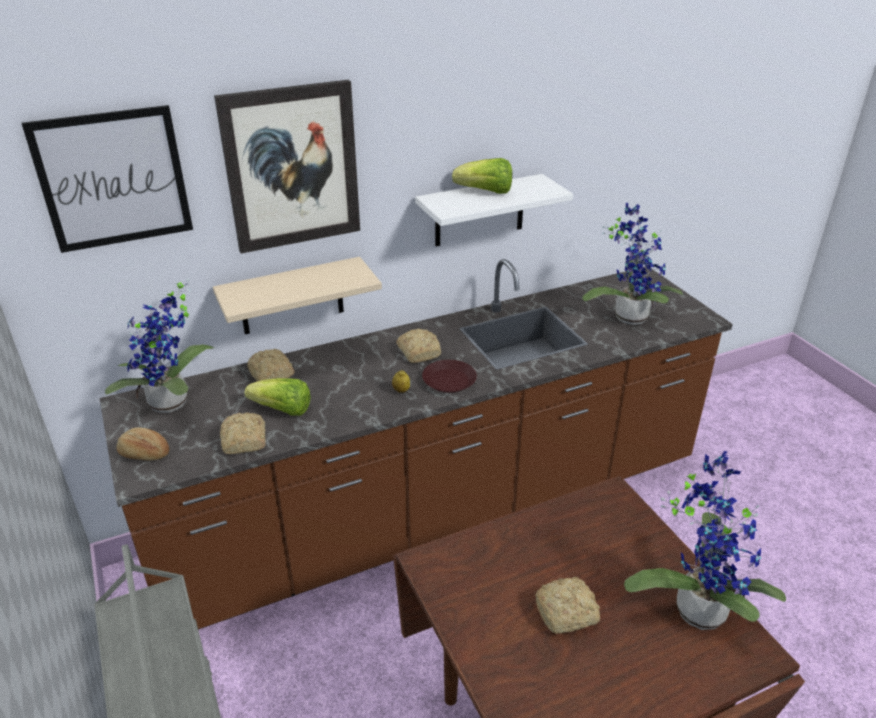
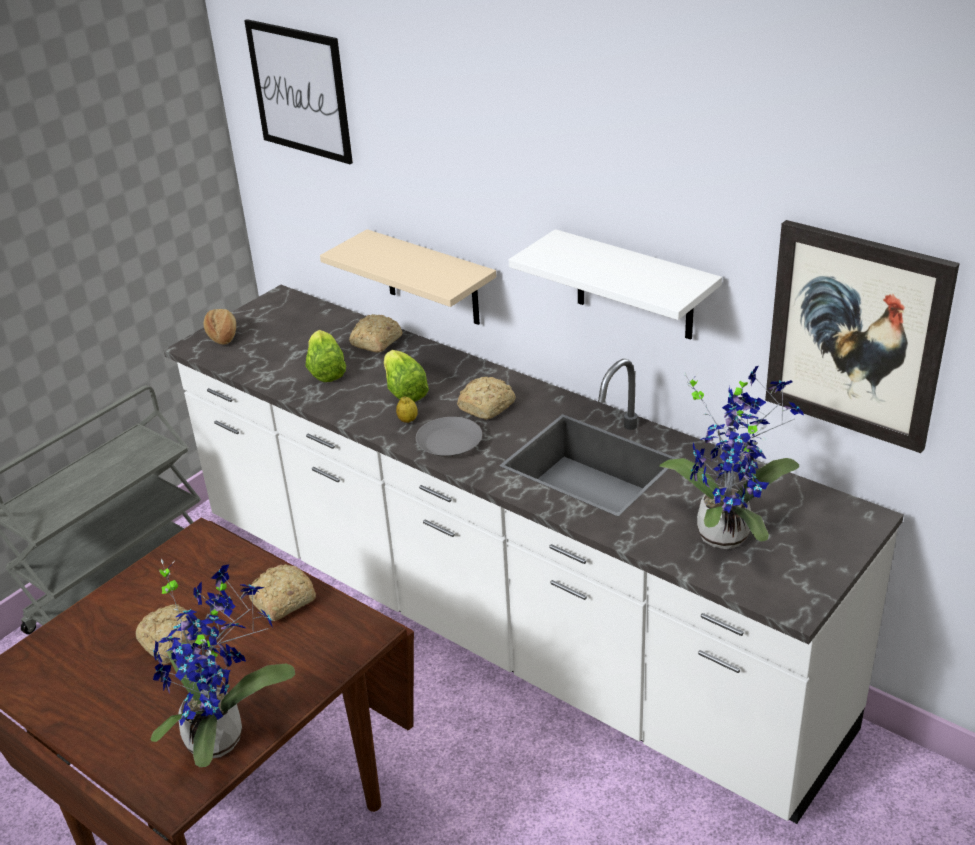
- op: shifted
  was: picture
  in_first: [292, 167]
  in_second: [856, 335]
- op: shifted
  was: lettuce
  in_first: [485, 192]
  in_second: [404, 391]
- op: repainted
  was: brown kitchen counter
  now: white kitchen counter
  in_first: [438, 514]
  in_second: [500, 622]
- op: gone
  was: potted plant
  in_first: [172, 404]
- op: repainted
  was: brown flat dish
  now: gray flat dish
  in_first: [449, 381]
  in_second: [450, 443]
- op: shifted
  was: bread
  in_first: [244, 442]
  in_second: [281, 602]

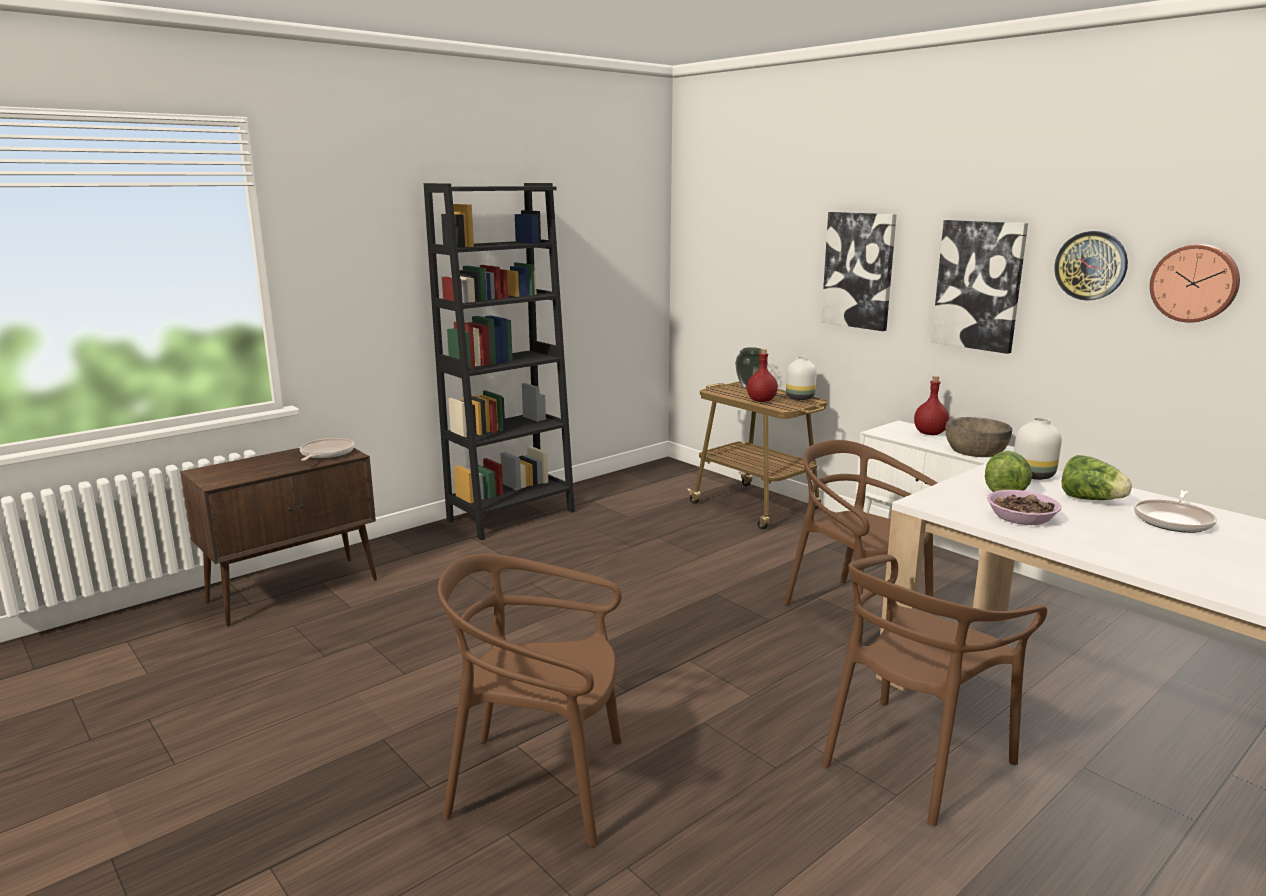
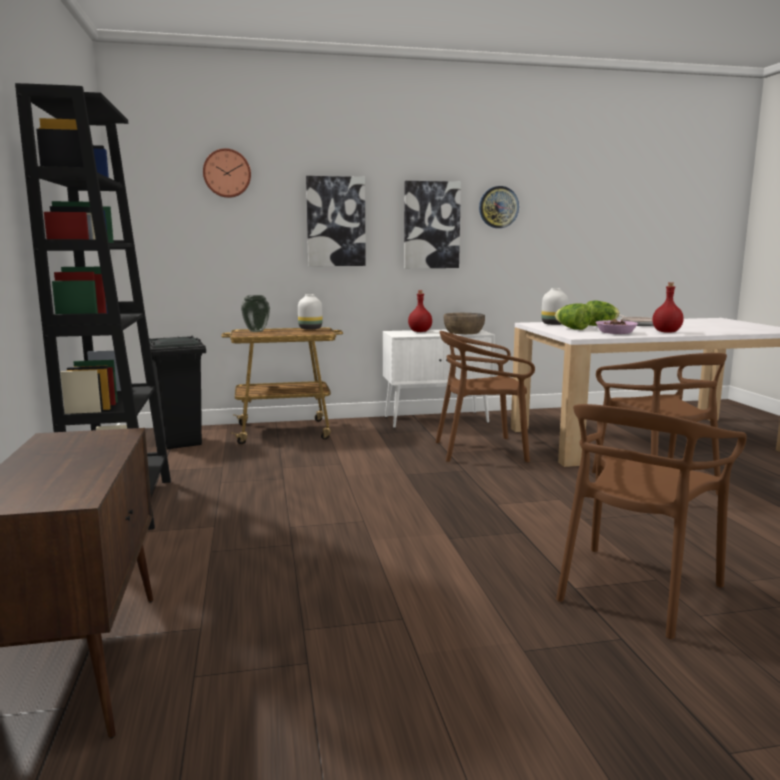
- op: shifted
  was: wall clock
  in_first: [1195, 283]
  in_second: [227, 173]
- op: shifted
  was: reddish beverage bottle
  in_first: [762, 400]
  in_second: [666, 332]
- op: gone
  was: pan
  in_first: [326, 454]
- op: new
  now: blackish trash can
  in_second: [182, 443]

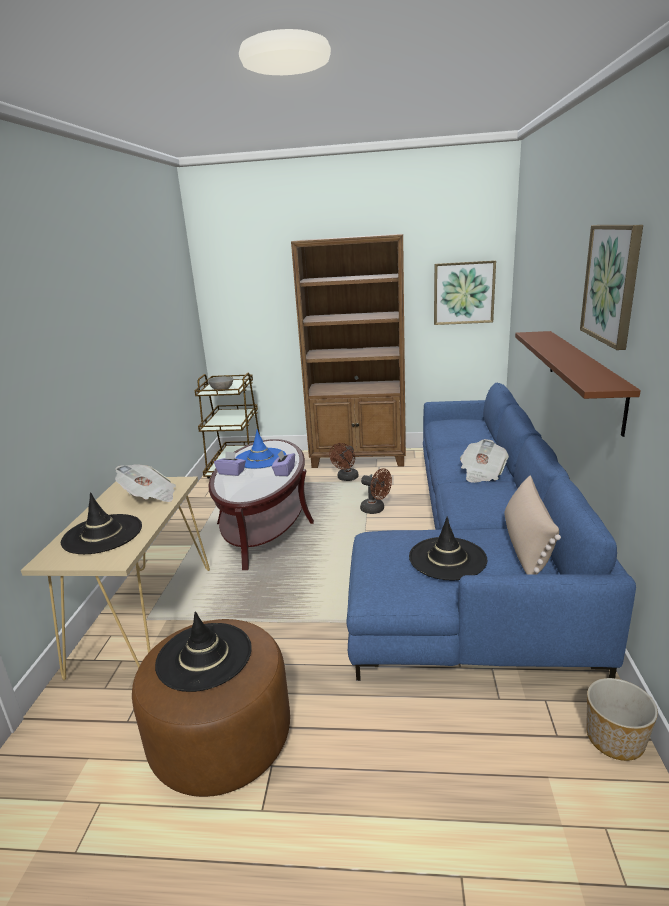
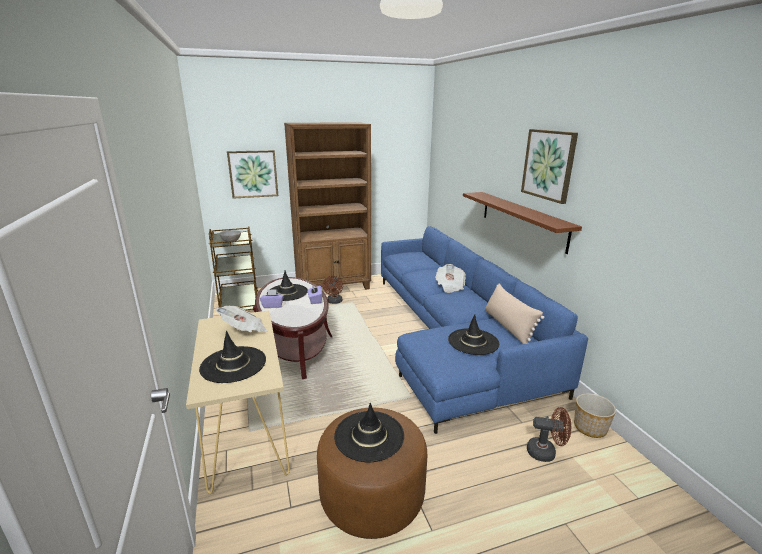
- op: shifted
  was: picture
  in_first: [463, 293]
  in_second: [253, 174]
- op: repainted
  was: bluish hat
  now: blackish hat
  in_first: [260, 458]
  in_second: [287, 292]
- op: shifted
  was: brown fan
  in_first: [376, 510]
  in_second: [546, 452]

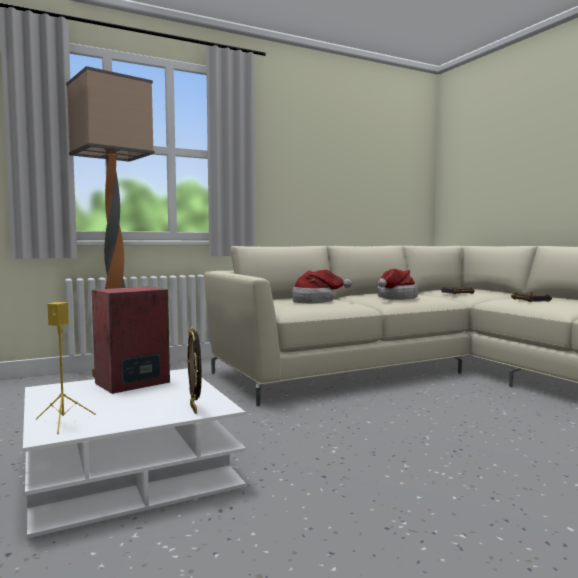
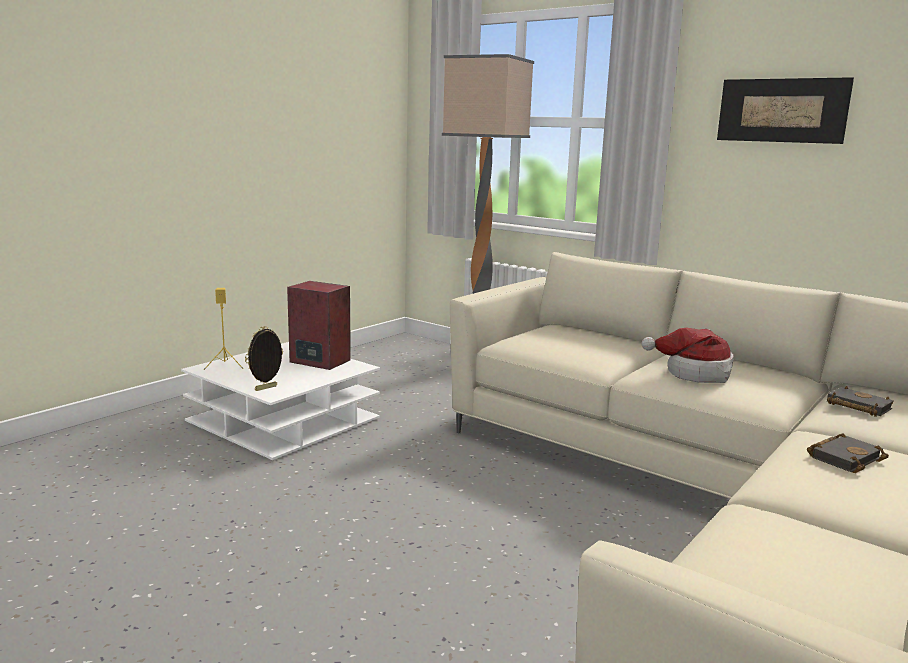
- op: gone
  was: hat
  in_first: [315, 301]
- op: new
  now: picture
  in_second: [781, 110]

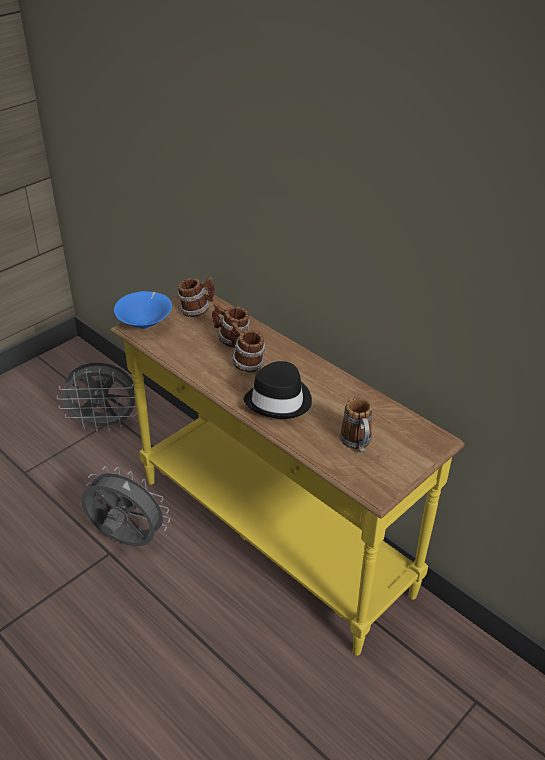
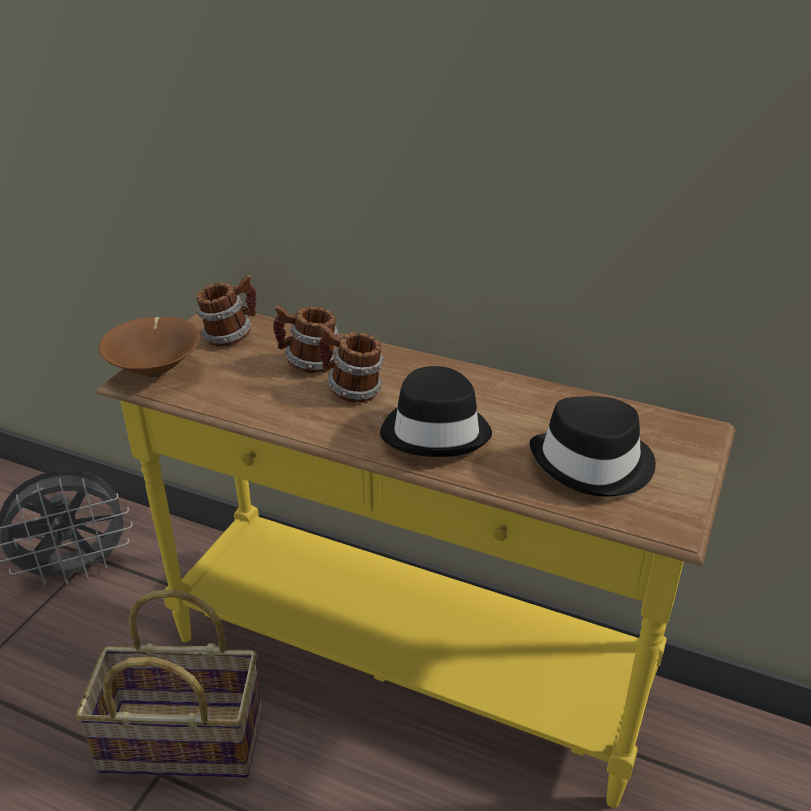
- op: repainted
  was: bluish serving bowl
  now: brown serving bowl
  in_first: [146, 324]
  in_second: [156, 370]
- op: swapped
  was: tea mug
  now: blackish hat
  in_first: [357, 444]
  in_second: [593, 464]
- op: swapped
  was: gray fan
  now: storage basket
  in_first: [126, 540]
  in_second: [181, 742]

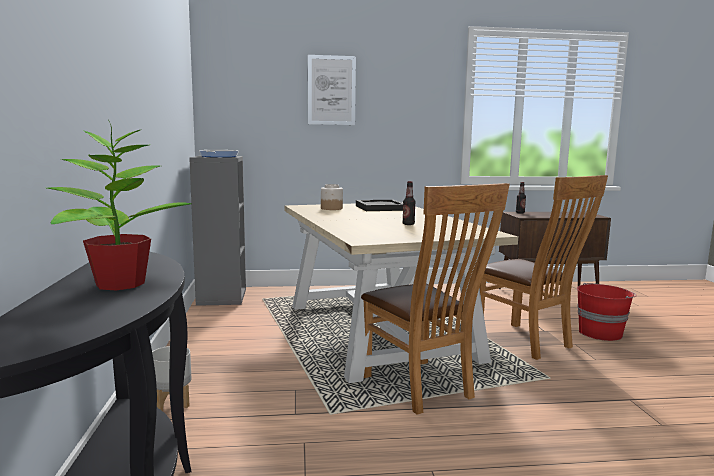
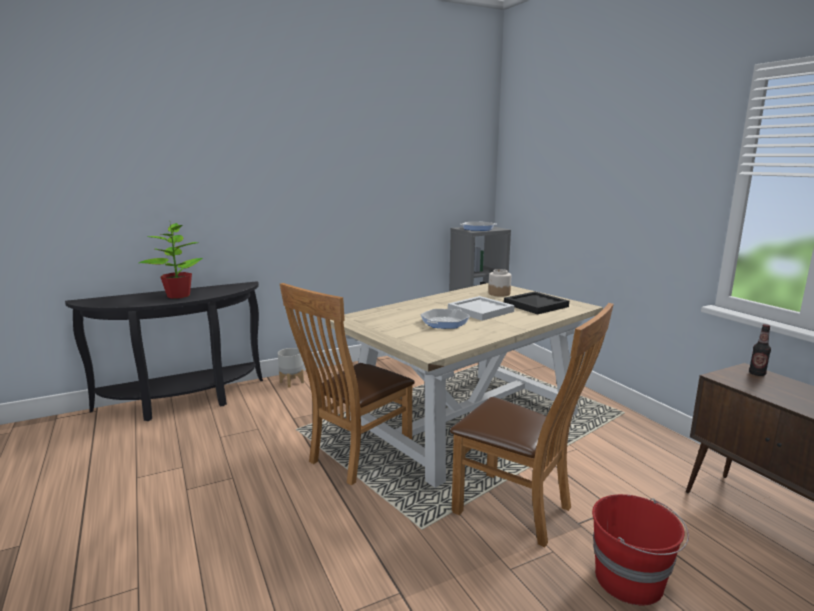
- op: gone
  was: picture
  in_first: [331, 90]
- op: rotated
  was: brown chair
  in_first: [527, 342]
  in_second: [519, 510]
  clockwise: -90
- op: swapped
  was: beverage bottle
  now: pan
  in_first: [408, 224]
  in_second: [444, 322]
- op: new
  now: white serving tray
  in_second: [479, 310]

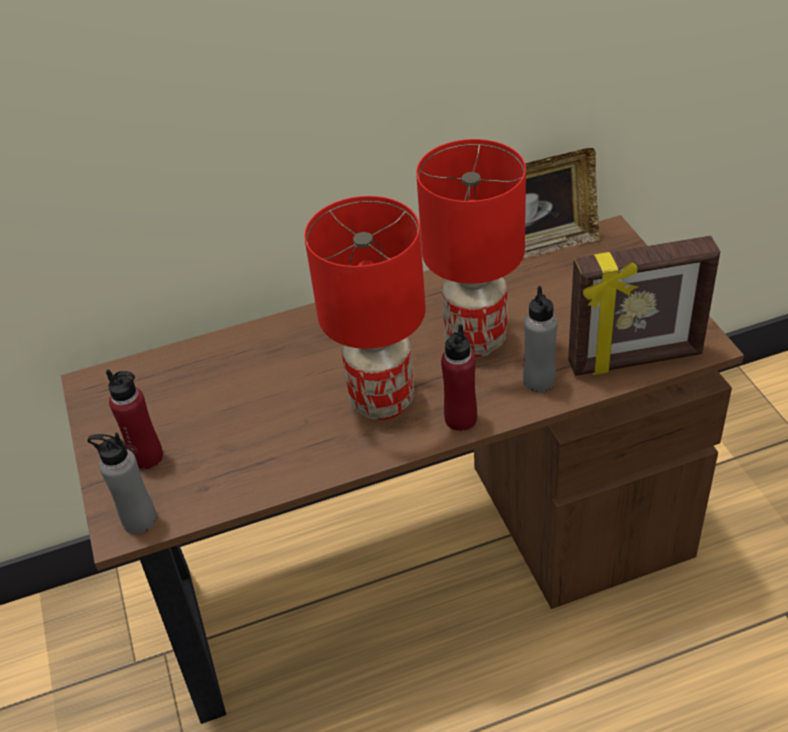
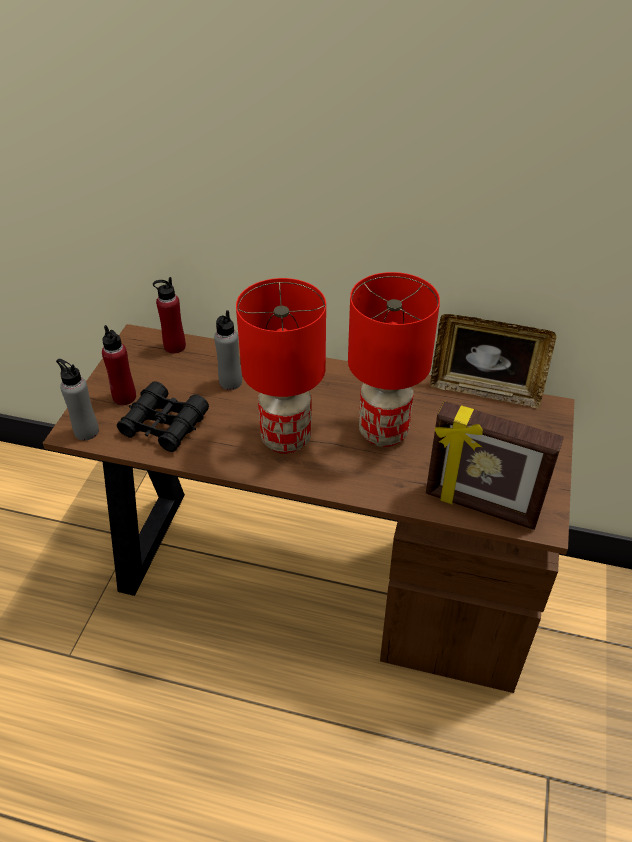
- op: shifted
  was: gray beverage bottle
  in_first: [539, 381]
  in_second: [230, 382]
- op: shifted
  was: reddish beverage bottle
  in_first: [460, 419]
  in_second: [174, 346]
- op: new
  now: blackish pair of binoculars
  in_second: [164, 425]

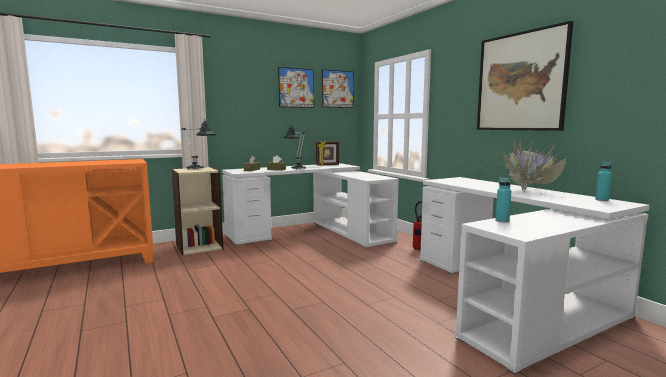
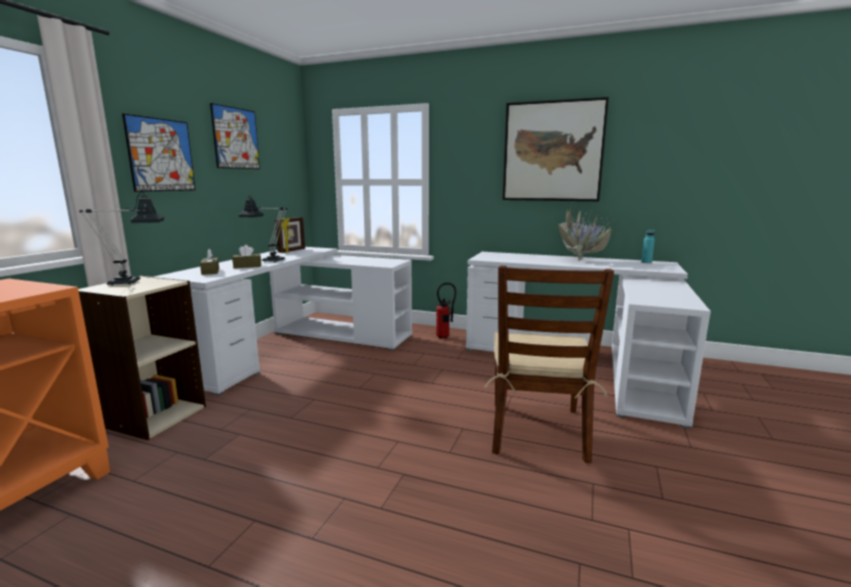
- op: shifted
  was: picture
  in_first: [337, 89]
  in_second: [161, 155]
- op: gone
  was: turquoise-coloured beverage bottle
  in_first: [502, 221]
- op: new
  now: brown chair
  in_second: [537, 431]

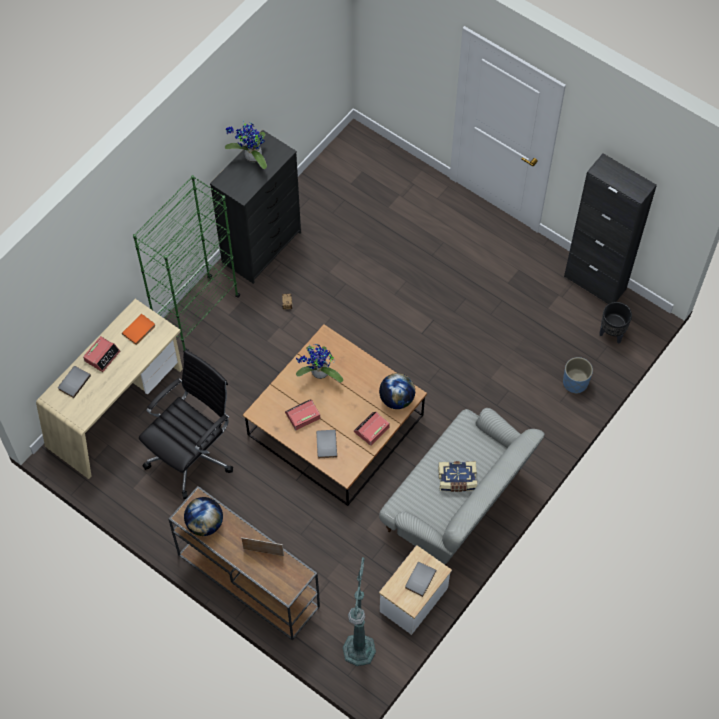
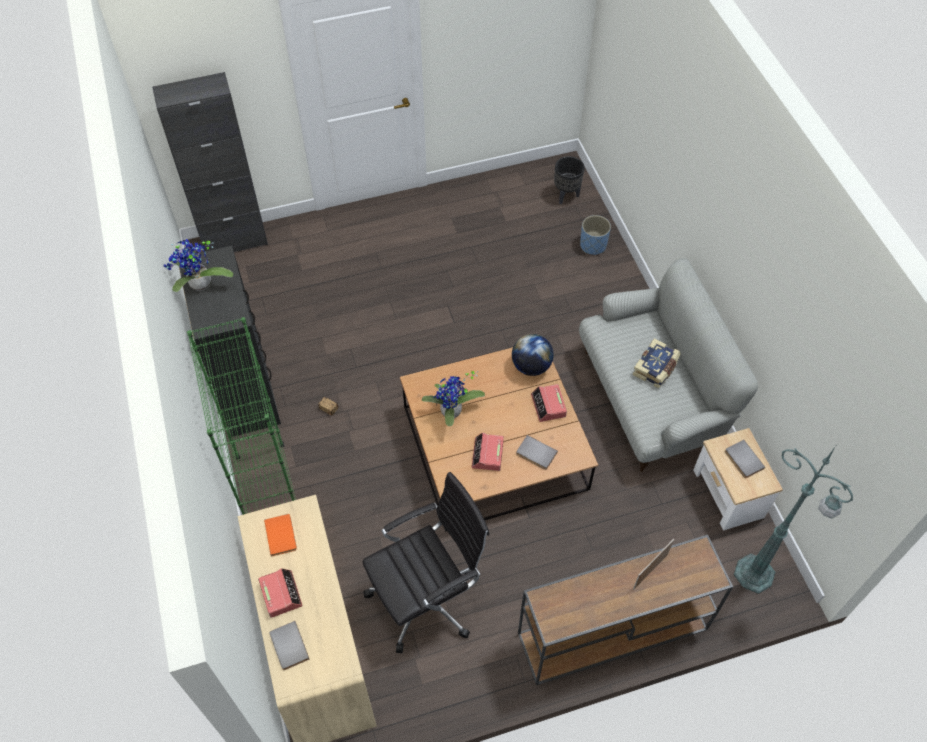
- op: shifted
  was: blackish cupboard
  in_first: [595, 283]
  in_second: [235, 241]
- op: rotated
  was: blackish office chair
  in_first: [192, 454]
  in_second: [427, 597]
  clockwise: 75
- op: gone
  was: globe
  in_first: [205, 523]

